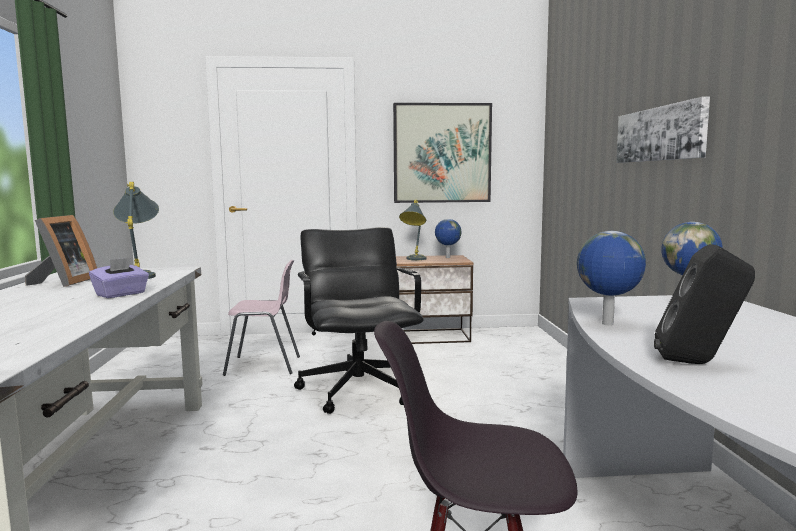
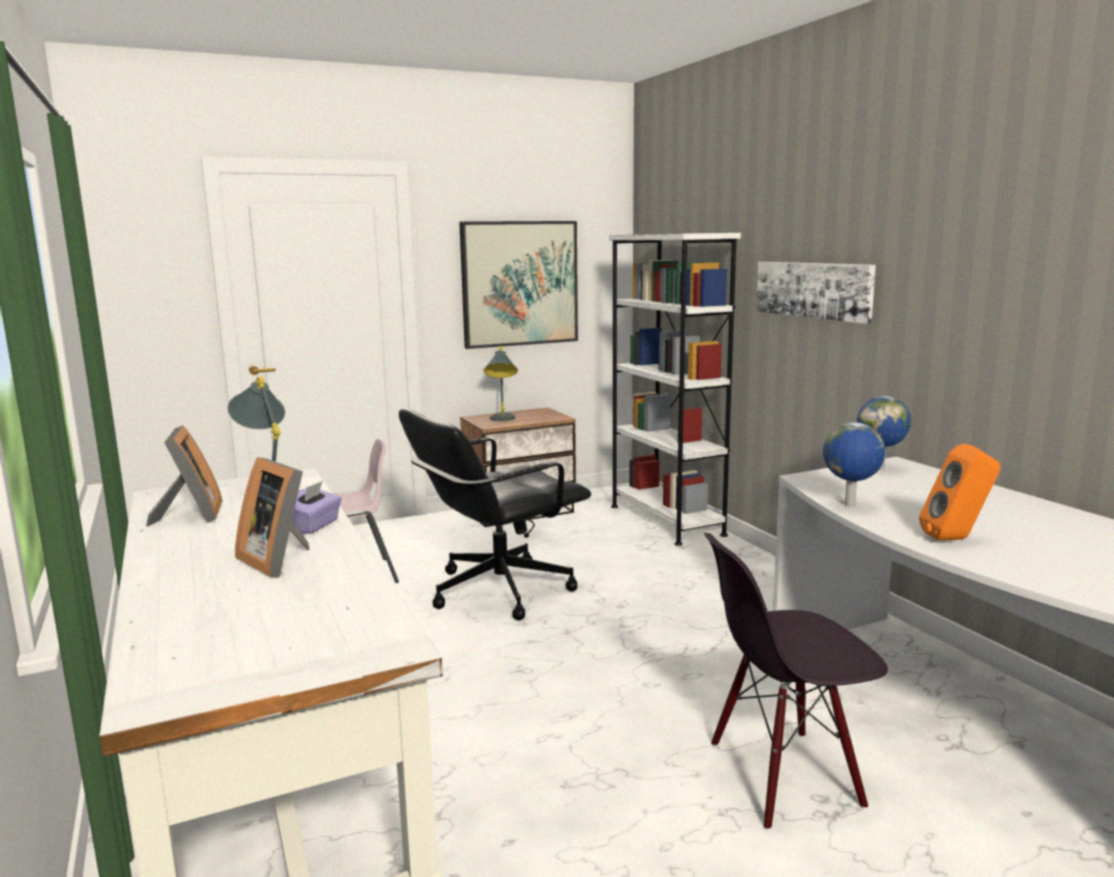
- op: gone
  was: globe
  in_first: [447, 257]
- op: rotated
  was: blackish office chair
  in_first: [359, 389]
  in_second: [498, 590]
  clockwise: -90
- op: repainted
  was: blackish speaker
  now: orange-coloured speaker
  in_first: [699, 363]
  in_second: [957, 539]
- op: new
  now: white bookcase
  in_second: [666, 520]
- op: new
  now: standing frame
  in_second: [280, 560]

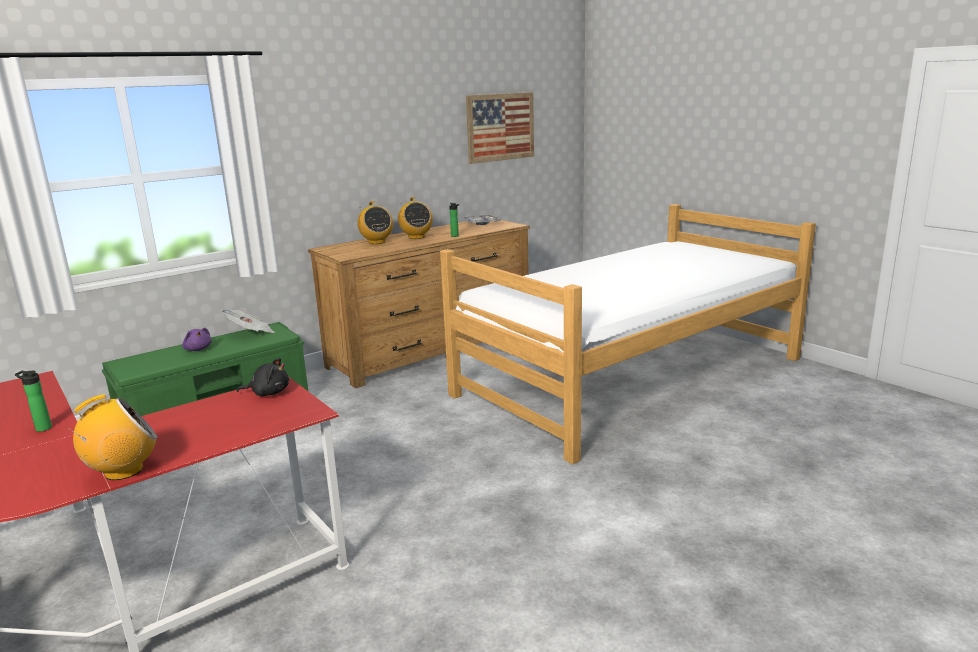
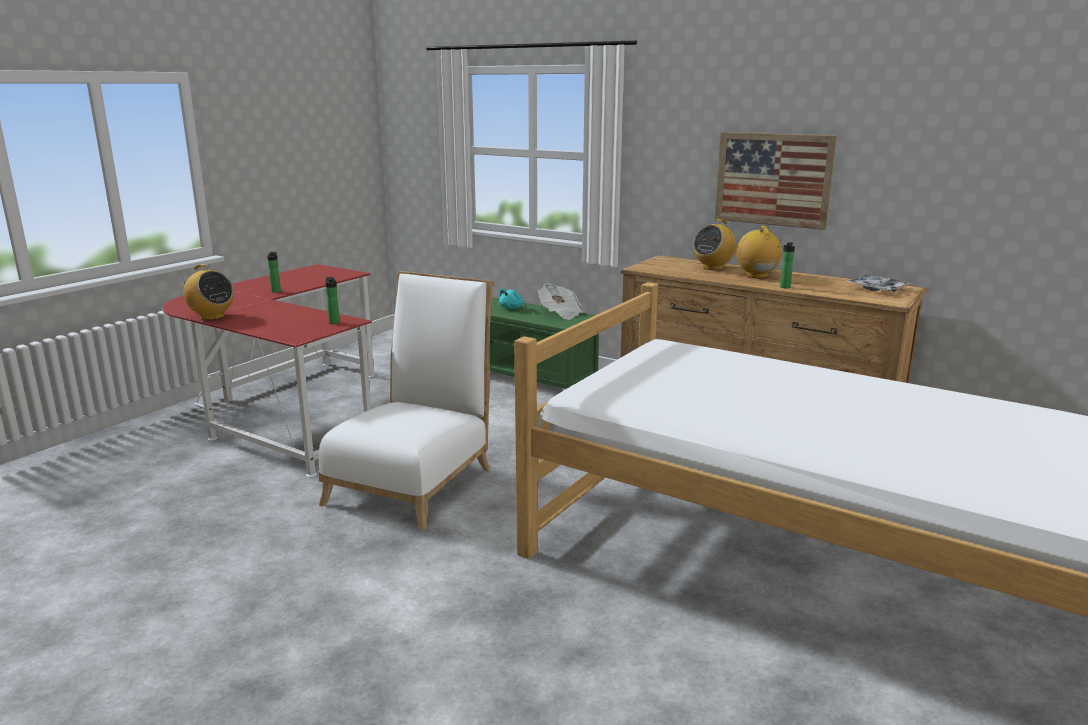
- op: shifted
  was: picture
  in_first: [500, 127]
  in_second: [773, 179]
- op: rotated
  was: radio
  in_first: [416, 237]
  in_second: [757, 276]
  clockwise: 120
- op: repainted
  was: purplish cuddly toy
  now: turquoise-coloured cuddly toy
  in_first: [198, 349]
  in_second: [512, 308]
- op: swapped
  was: blackish cuddly toy
  now: beverage bottle
  in_first: [268, 393]
  in_second: [334, 322]
- op: new
  now: white chair
  in_second: [415, 481]

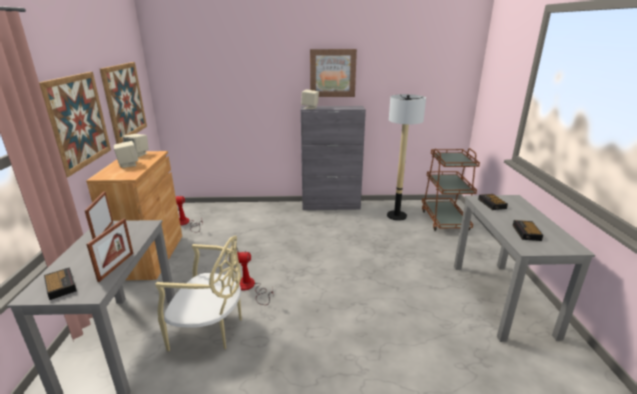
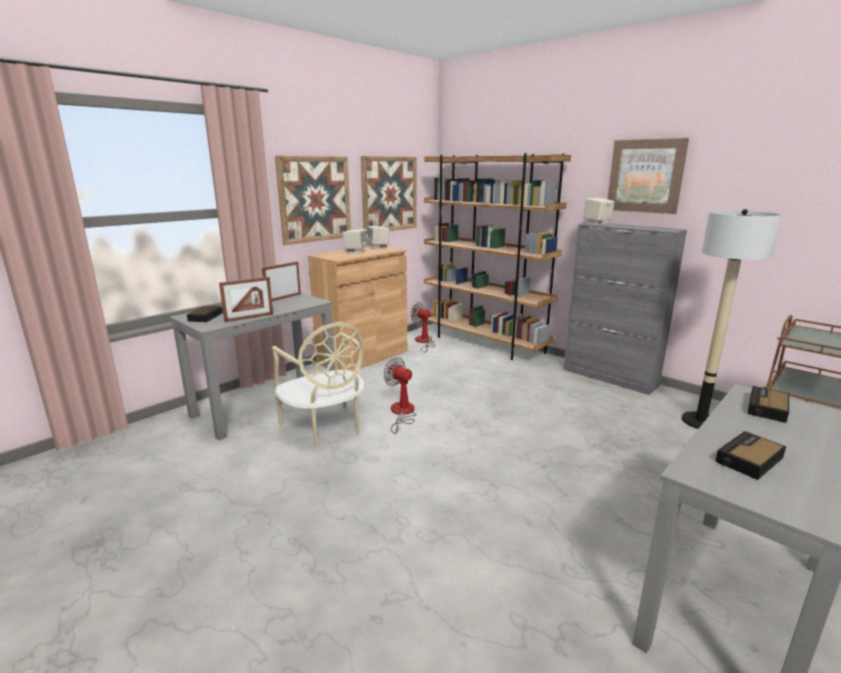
- op: new
  now: brown bookcase
  in_second: [484, 343]

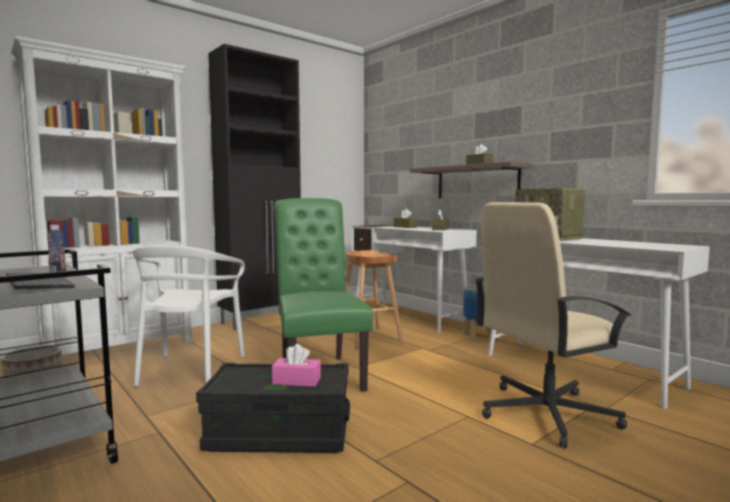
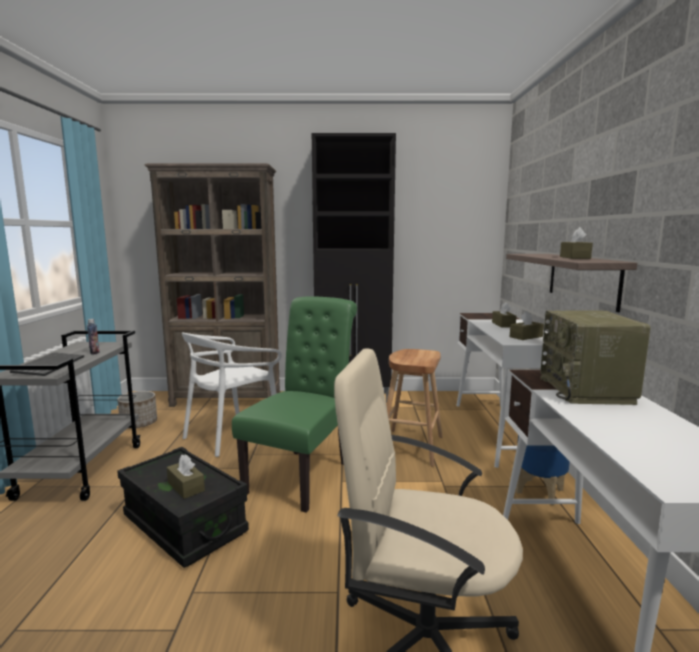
- op: repainted
  was: white bookcase
  now: brown bookcase
  in_first: [121, 348]
  in_second: [227, 399]
- op: repainted
  was: pinkish box of tissues
  now: brown box of tissues
  in_first: [296, 381]
  in_second: [186, 486]

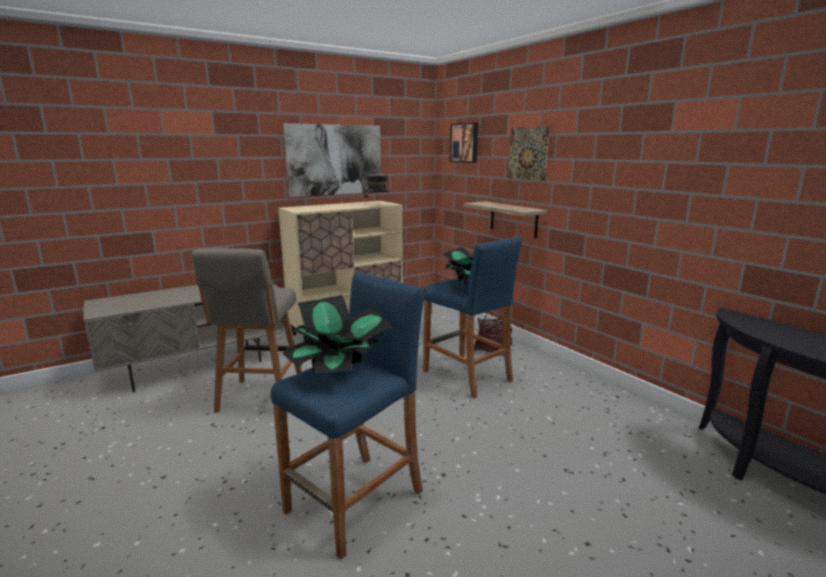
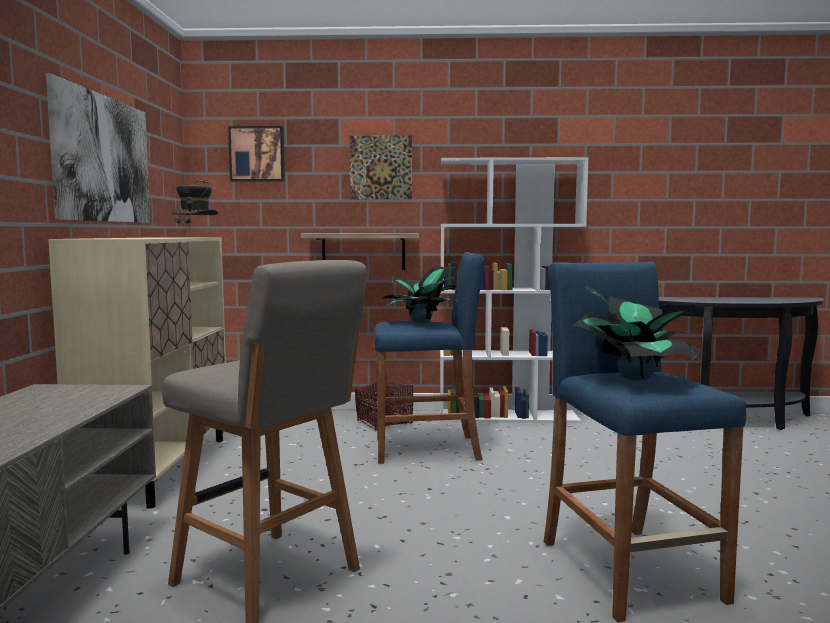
- op: new
  now: white bookcase
  in_second: [508, 416]

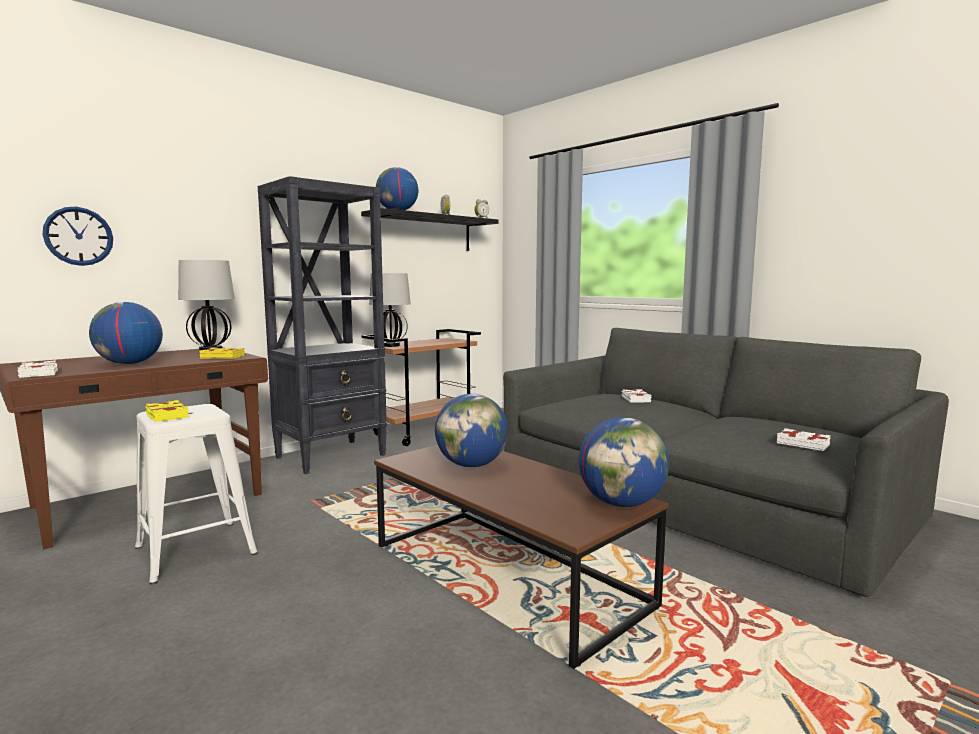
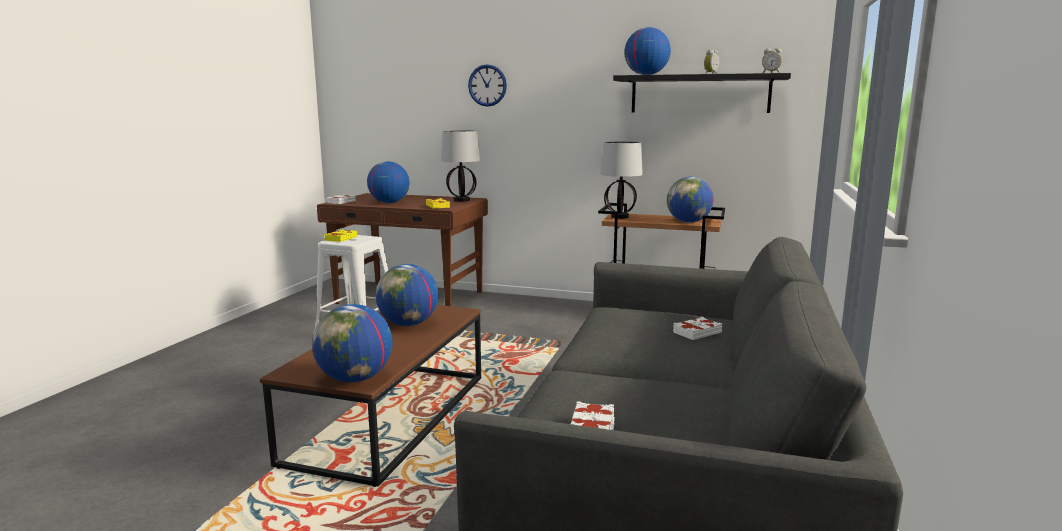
- op: gone
  was: blackish bookcase
  in_first: [332, 456]
- op: shifted
  was: wall clock
  in_first: [78, 236]
  in_second: [487, 85]
- op: new
  now: globe
  in_second: [688, 222]

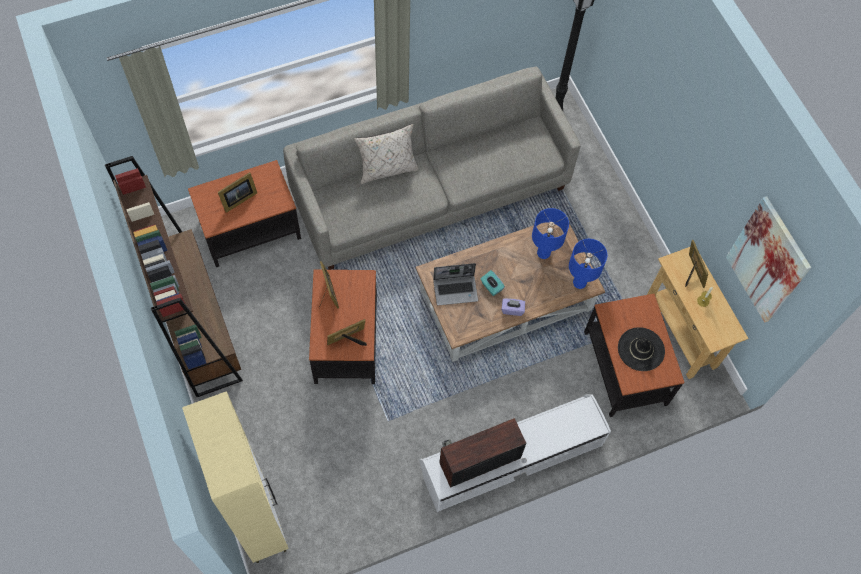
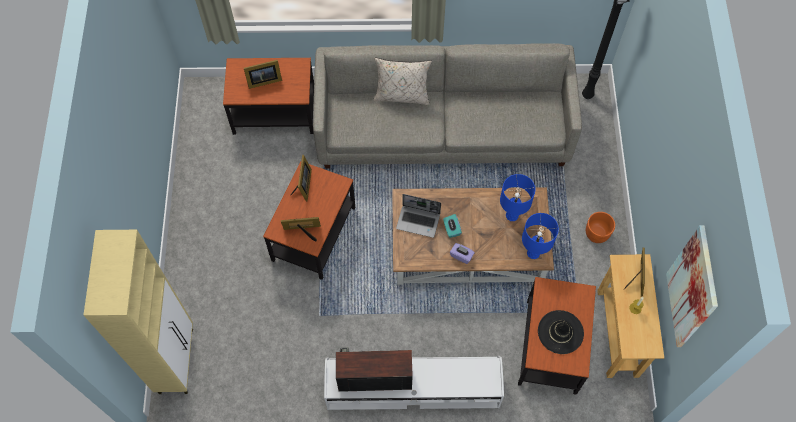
- op: gone
  was: brown bookcase
  in_first: [198, 325]
- op: new
  now: orange-coloured plant pot
  in_second: [597, 233]

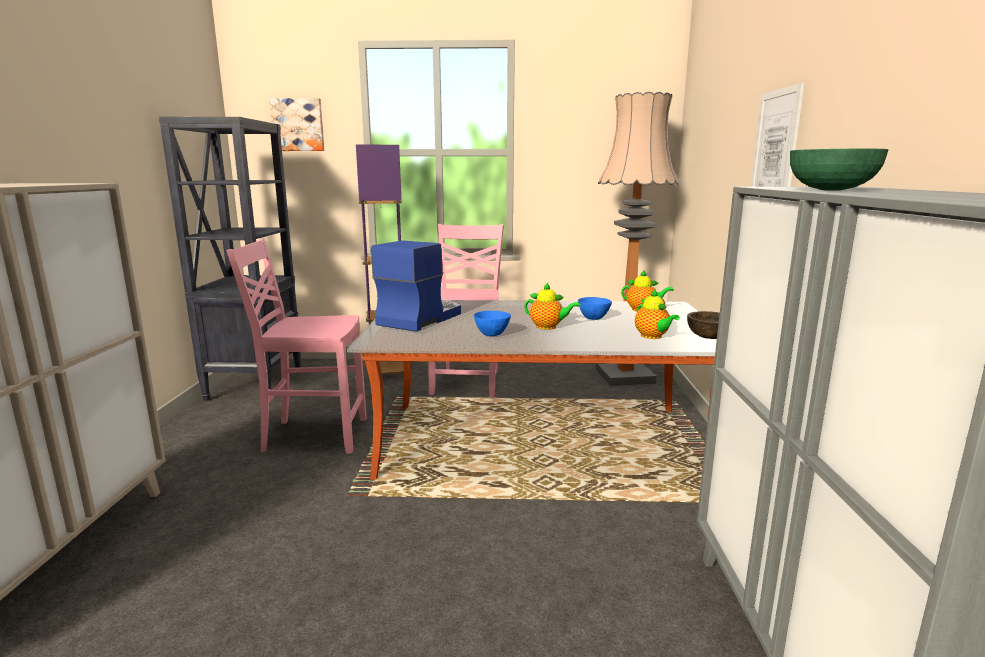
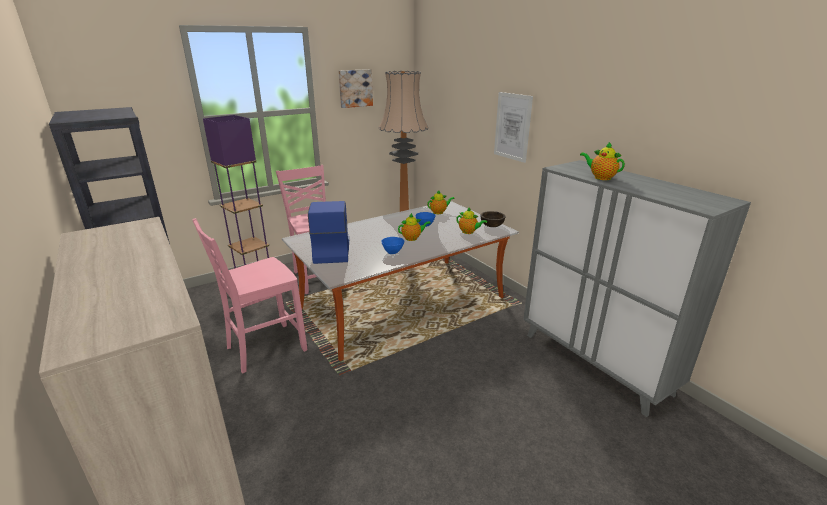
- op: shifted
  was: picture
  in_first: [298, 125]
  in_second: [355, 88]
- op: swapped
  was: greenish serving bowl
  now: tea pot
  in_first: [831, 190]
  in_second: [600, 177]

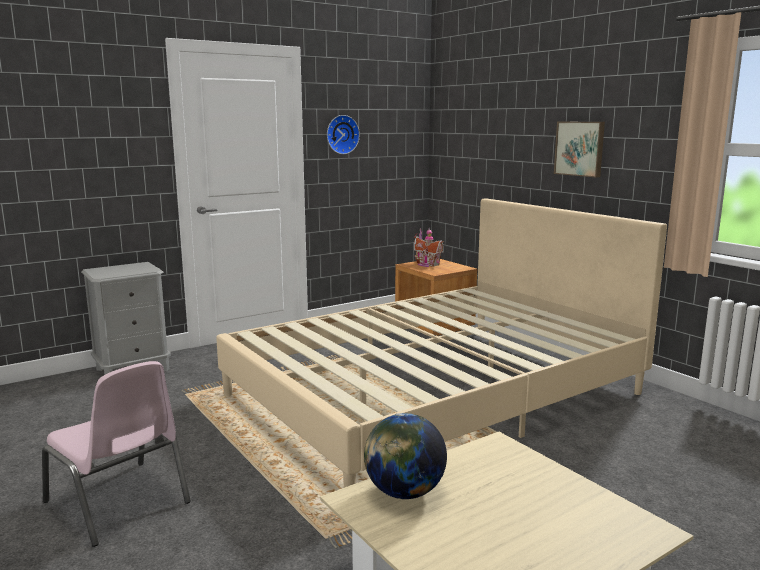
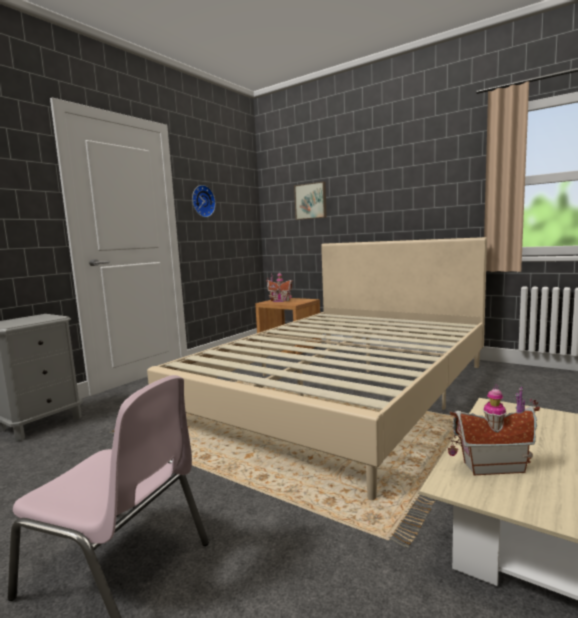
- op: shifted
  was: picture
  in_first: [580, 148]
  in_second: [311, 201]
- op: swapped
  was: globe
  now: model house
  in_first: [404, 493]
  in_second: [490, 465]

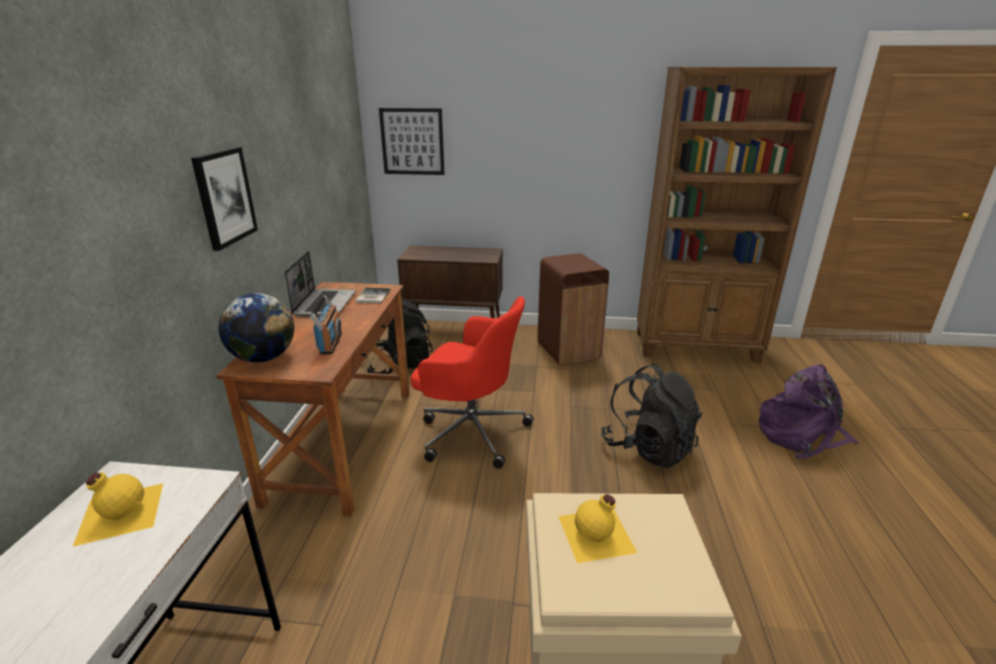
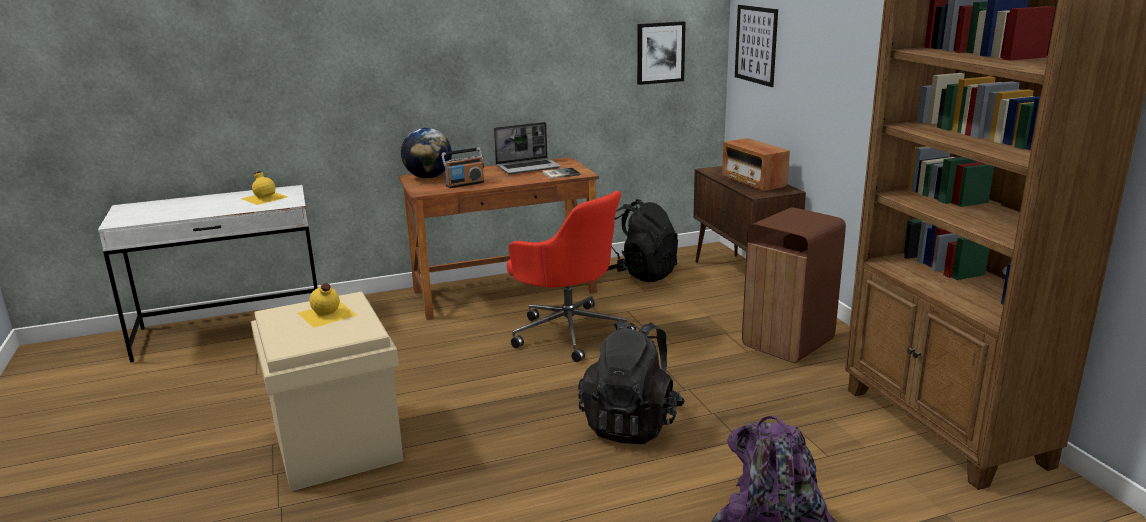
- op: shifted
  was: picture
  in_first: [224, 197]
  in_second: [660, 52]
- op: rotated
  was: reddish office chair
  in_first: [471, 431]
  in_second: [568, 331]
  clockwise: -45
- op: new
  now: radio
  in_second: [753, 181]

